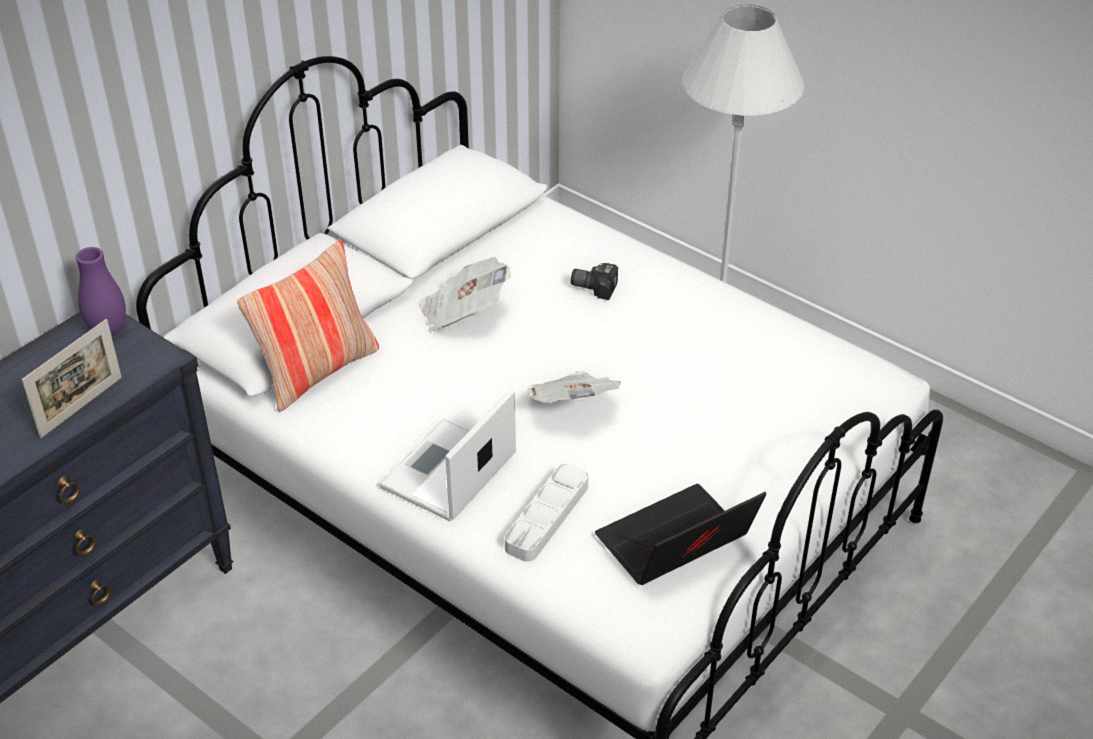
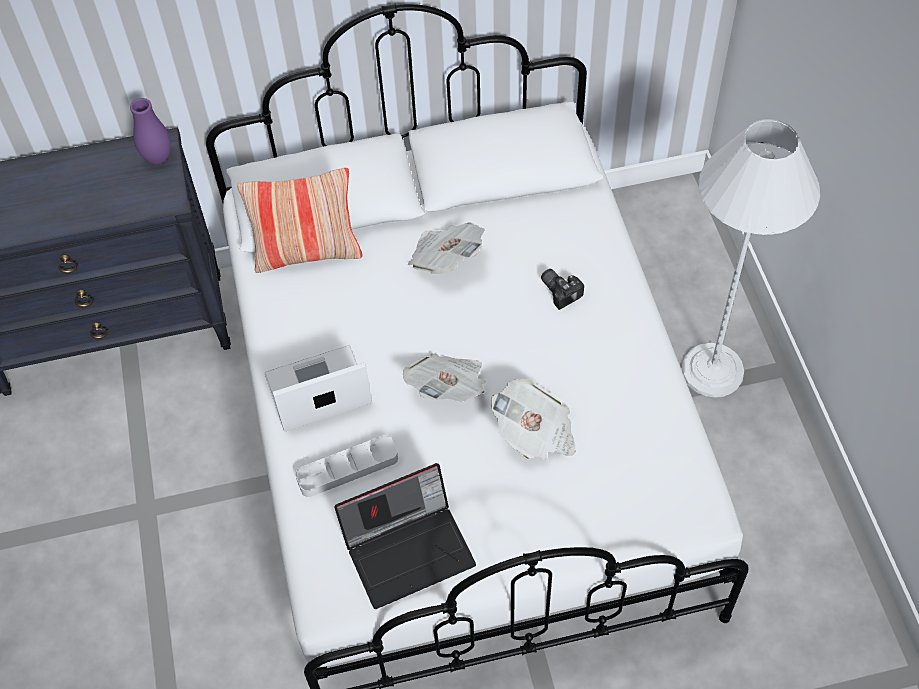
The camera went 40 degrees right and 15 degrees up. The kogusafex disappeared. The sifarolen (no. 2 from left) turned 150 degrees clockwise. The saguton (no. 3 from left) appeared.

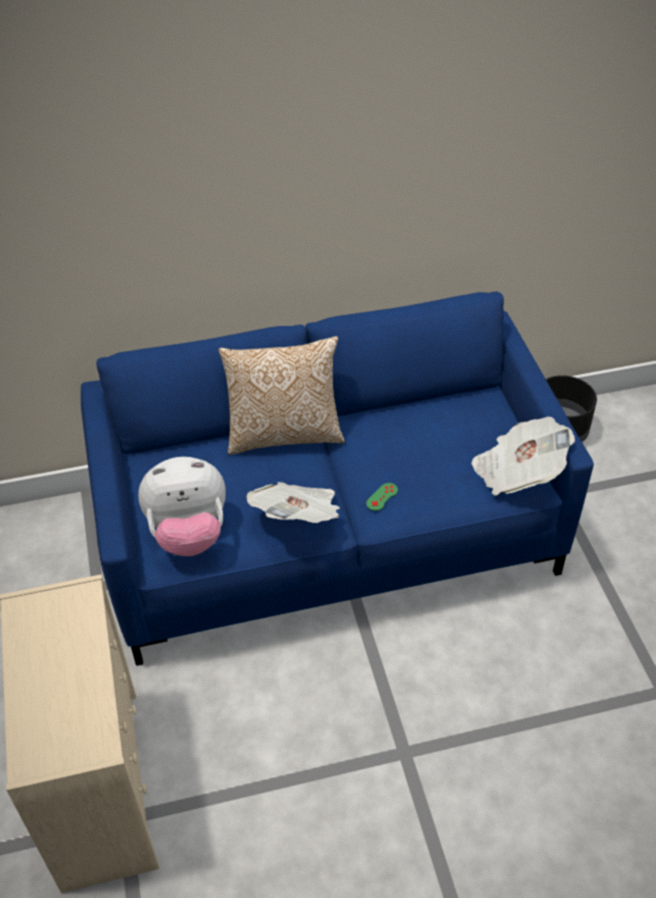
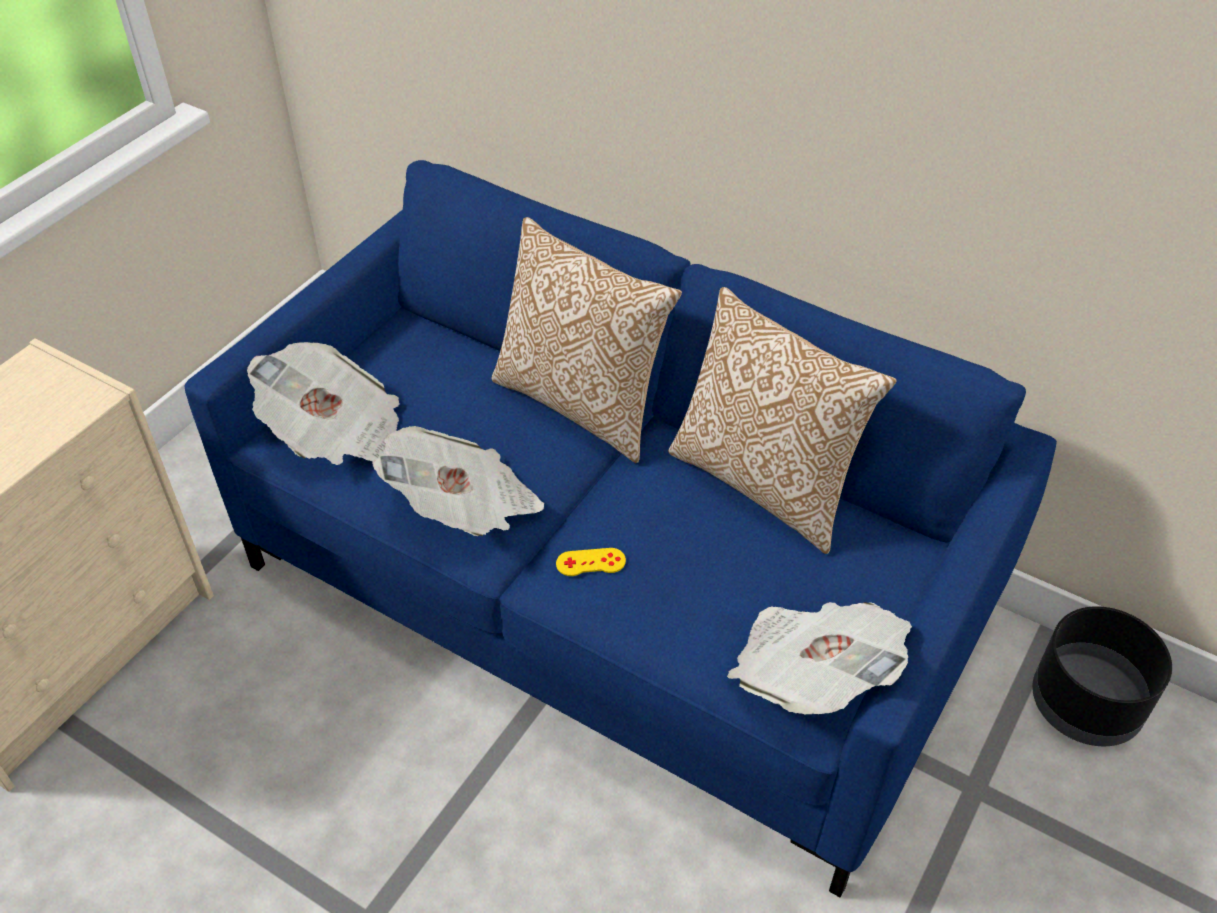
The camera went 45 degrees right and 0 degrees up. The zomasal was replaced by the saguton (no. 1 from left). The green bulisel became the yellow bulisel. The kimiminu (no. 2 from left) appeared.

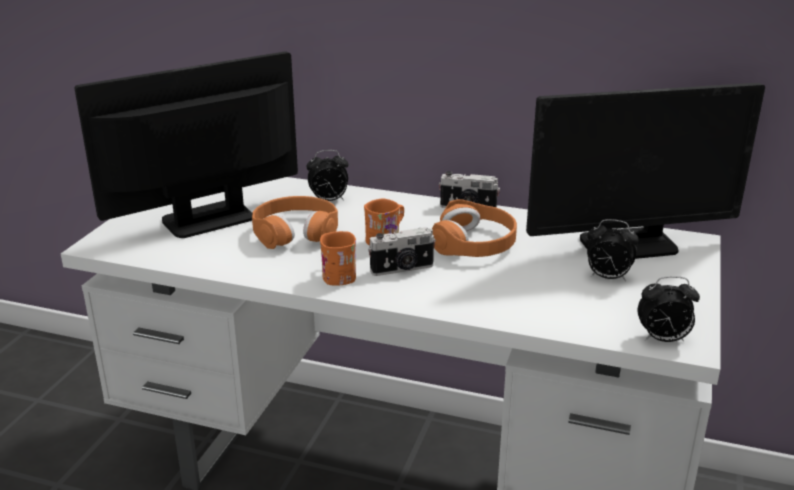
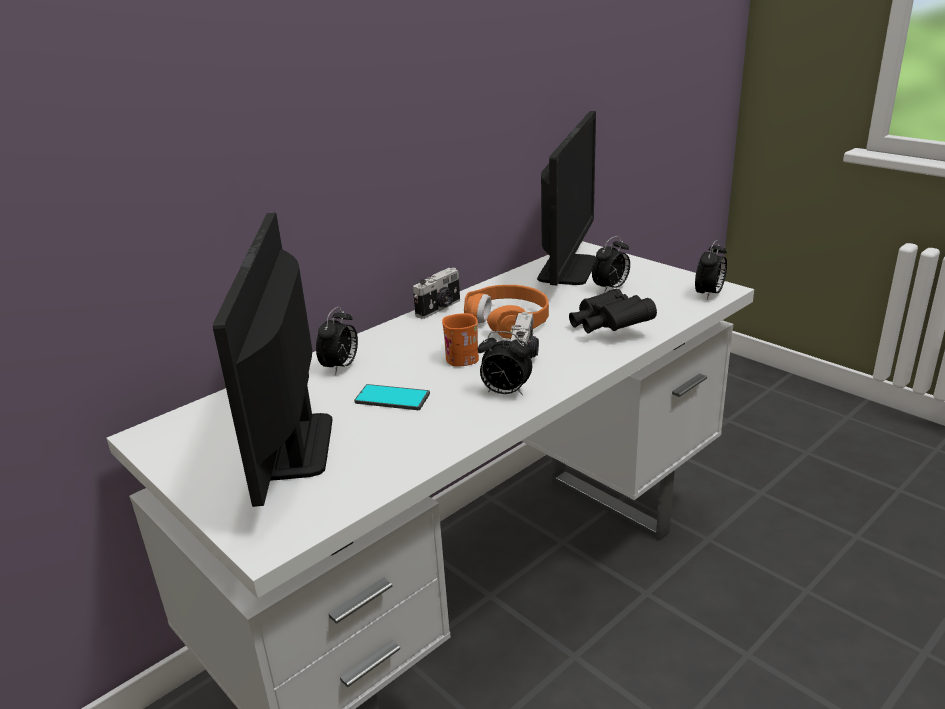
The camera went 60 degrees left and 0 degrees up. The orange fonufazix (no. 1 from left) was replaced by the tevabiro. The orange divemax (no. 1 from left) was replaced by the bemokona (no. 2 from left). The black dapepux appeared.

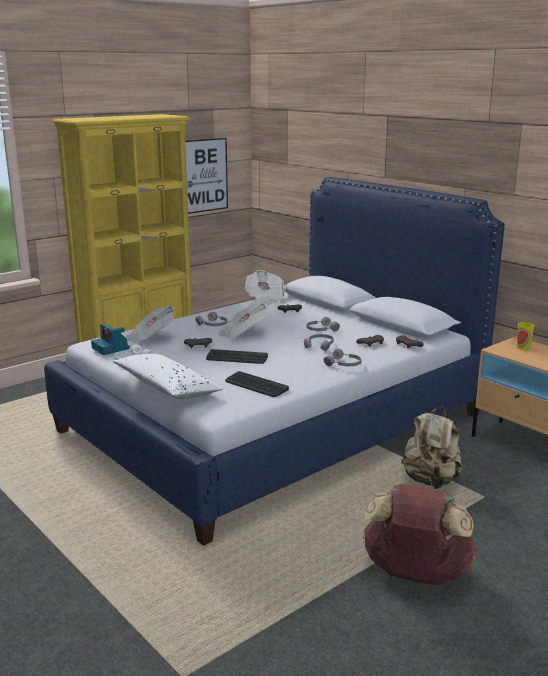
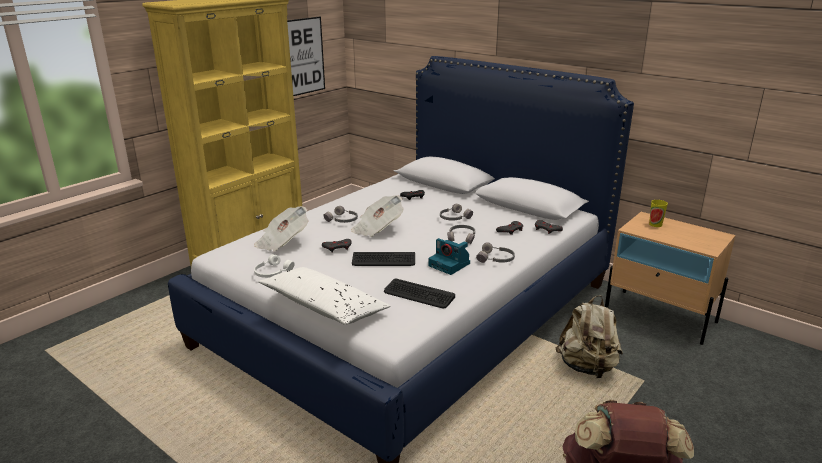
The camera went 10 degrees left and 5 degrees up. The saguton (no. 3 from left) disappeared. The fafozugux moved.

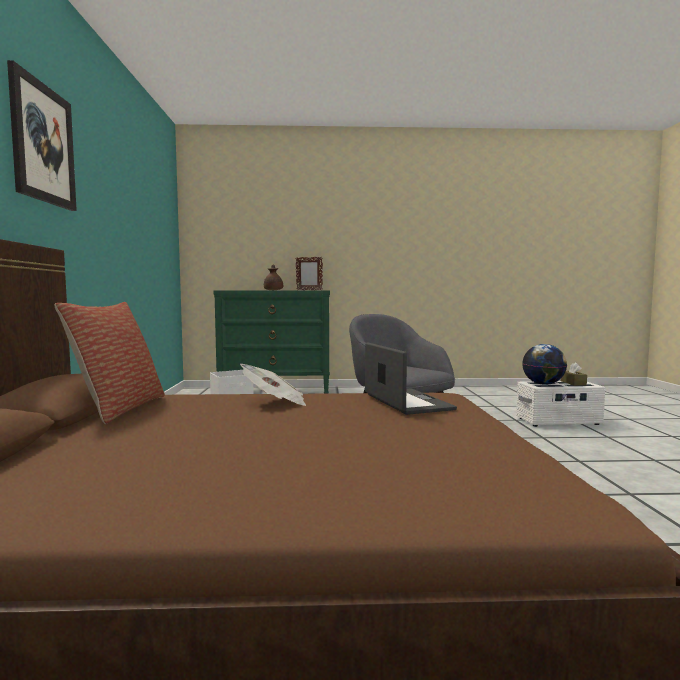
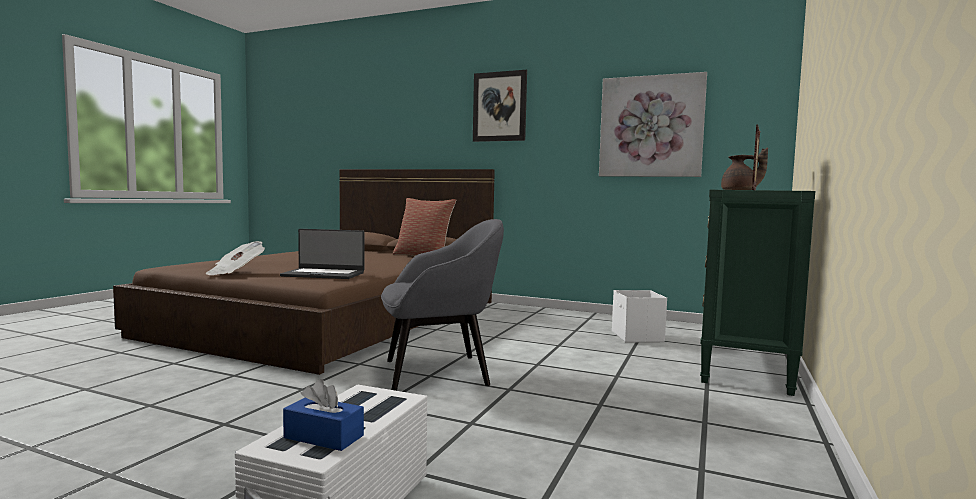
The camera went 115 degrees right and 0 degrees up. The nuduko disappeared. The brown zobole became the blue zobole. The saguton moved. The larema (no. 2 from left) appeared.

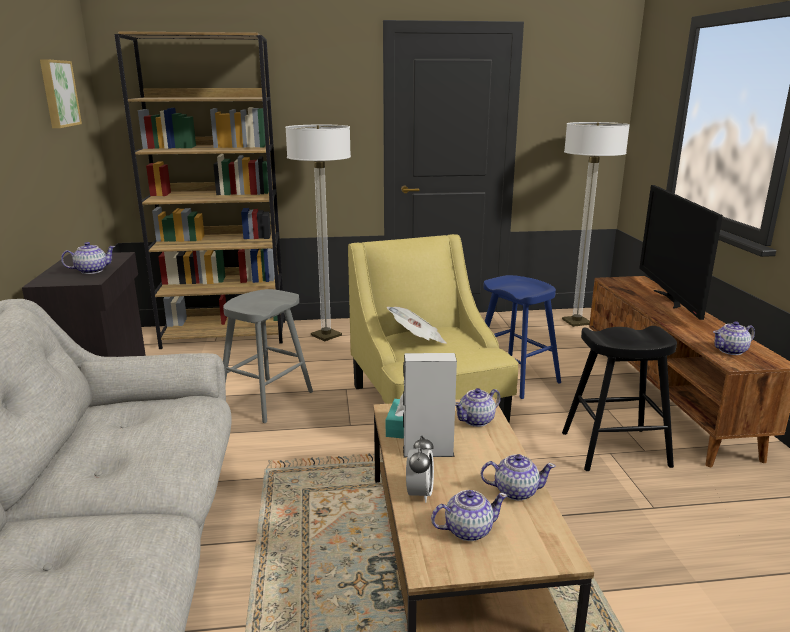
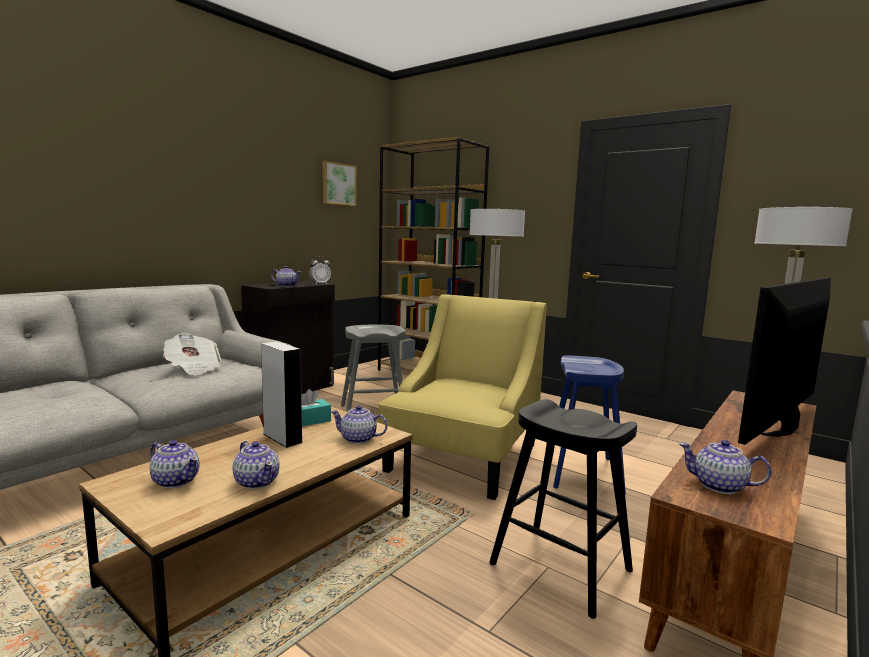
The camera went 45 degrees right and 10 degrees down. The saguton moved. The bemokona moved.

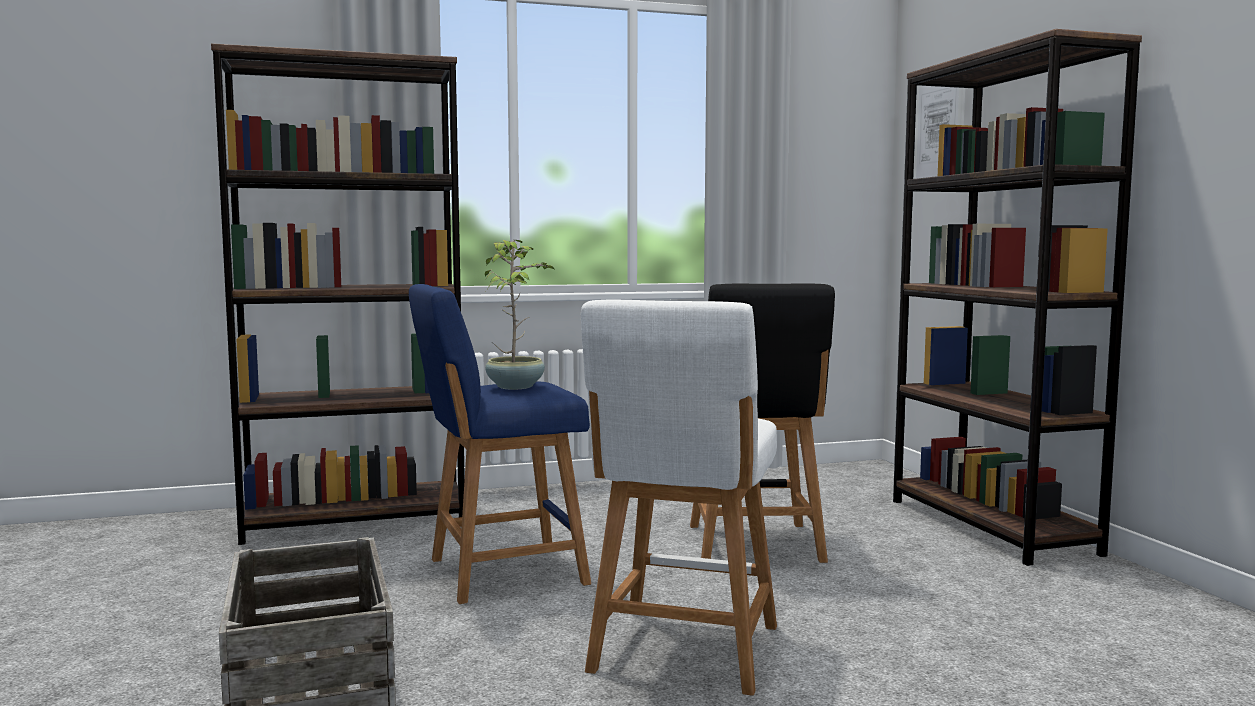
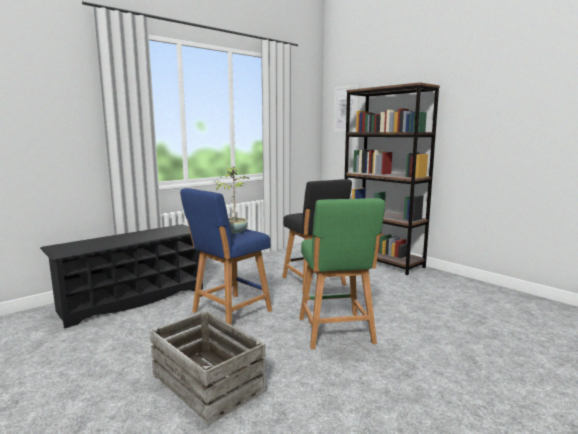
The camera went 25 degrees left and 5 degrees up. The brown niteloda (no. 1 from left) was replaced by the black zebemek. The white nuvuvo became the green nuvuvo.

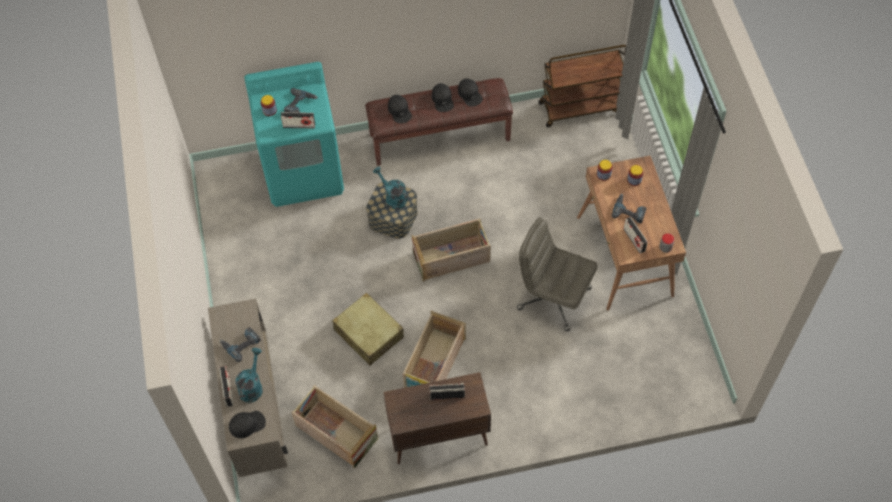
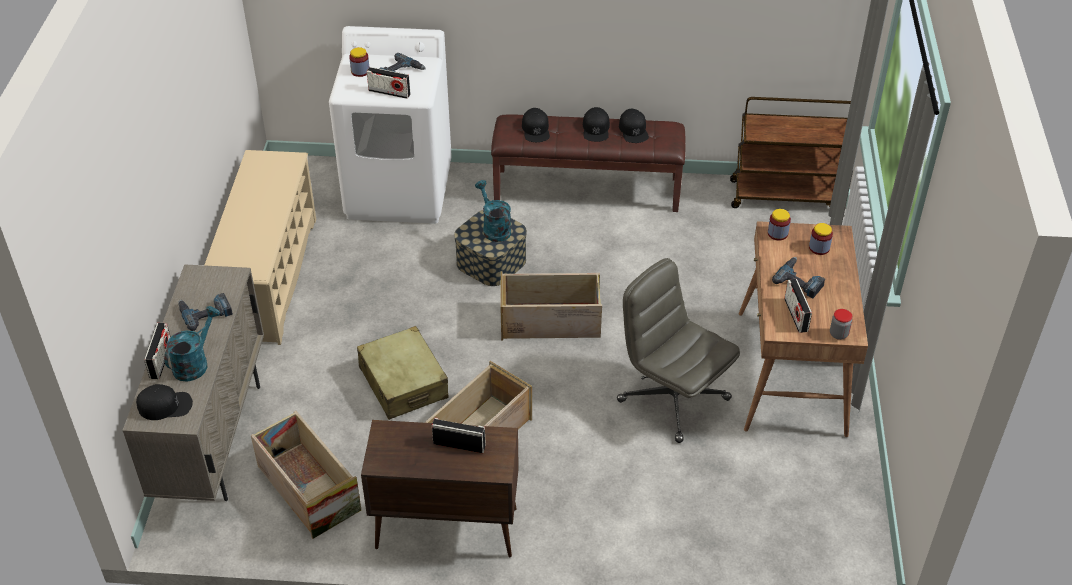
The camera went 15 degrees right and 15 degrees down. The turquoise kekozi became the white kekozi. The beige zebemek appeared.

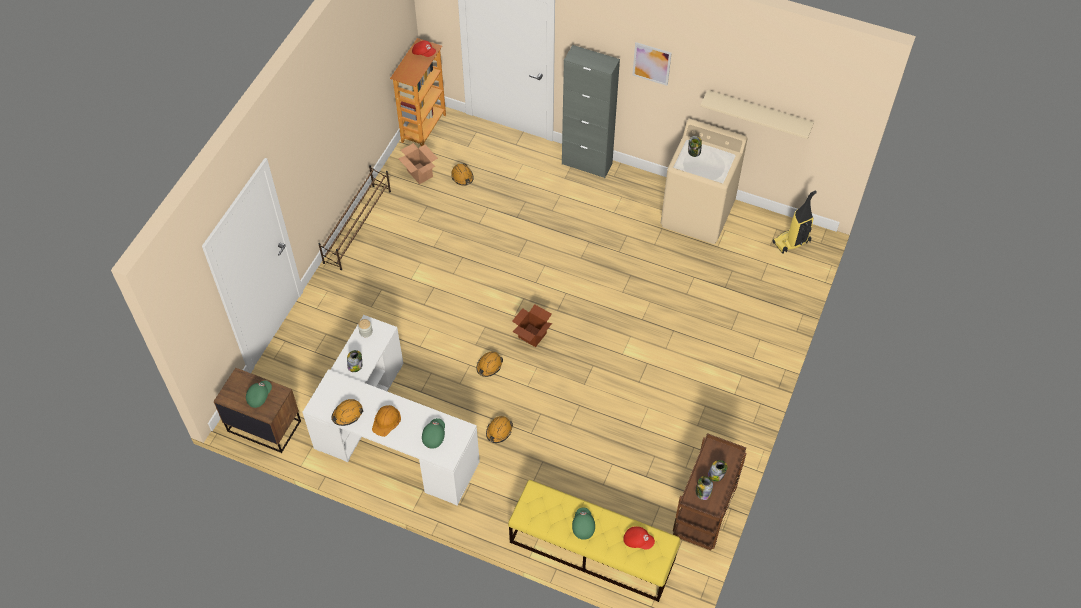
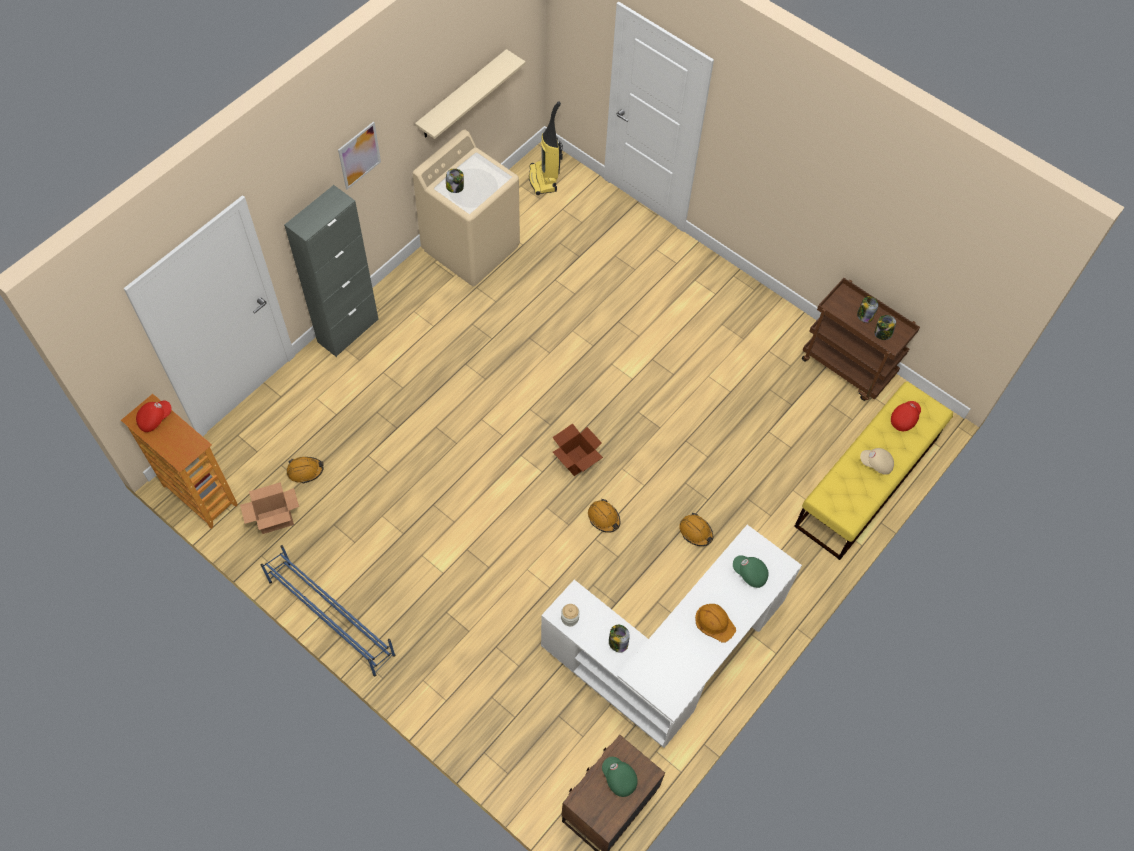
The camera went 75 degrees left and 5 degrees up. The brown zebemek became the blue zebemek. The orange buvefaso (no. 1 from left) disappeared. The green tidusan (no. 3 from left) became the beige tidusan.

